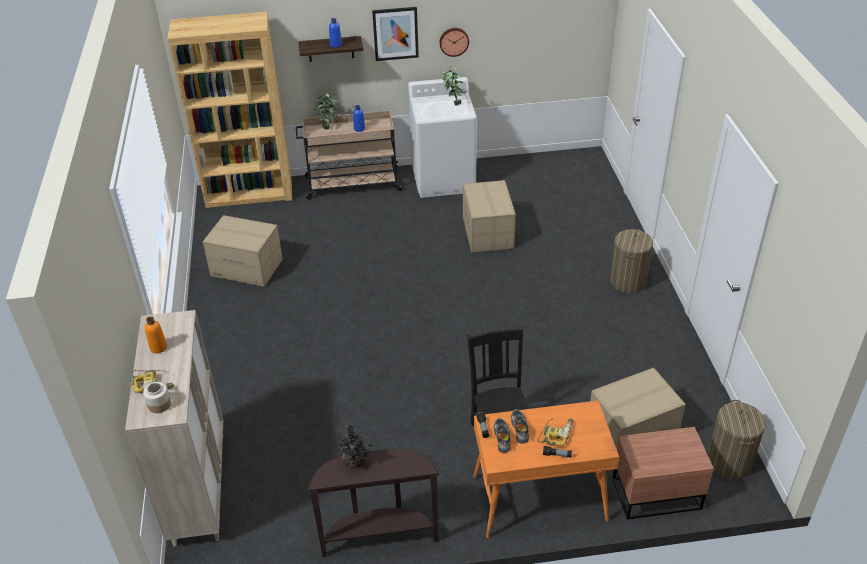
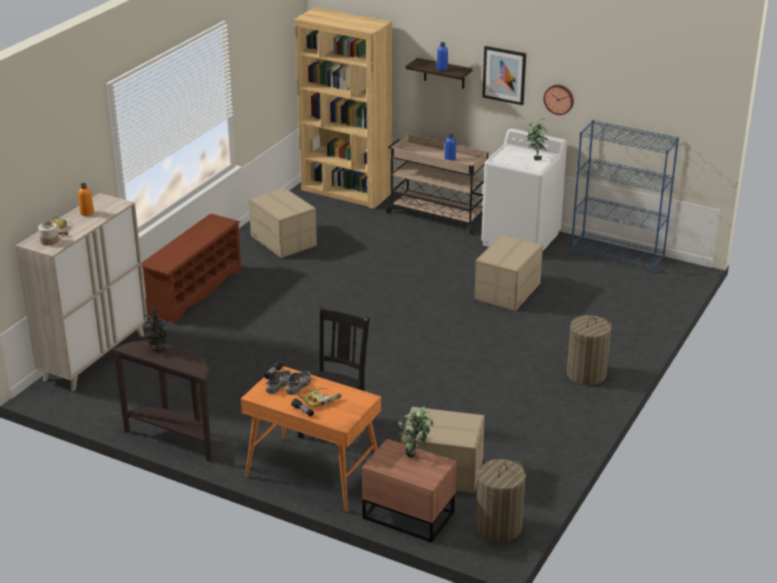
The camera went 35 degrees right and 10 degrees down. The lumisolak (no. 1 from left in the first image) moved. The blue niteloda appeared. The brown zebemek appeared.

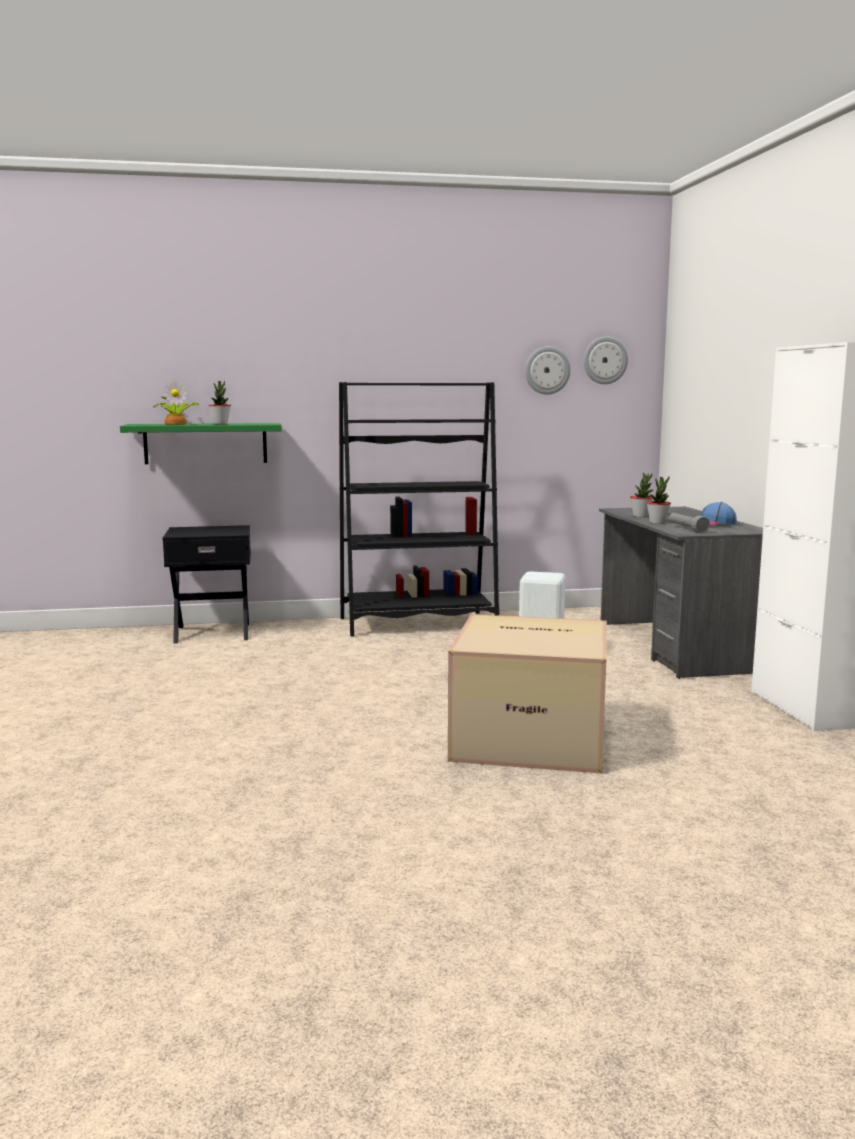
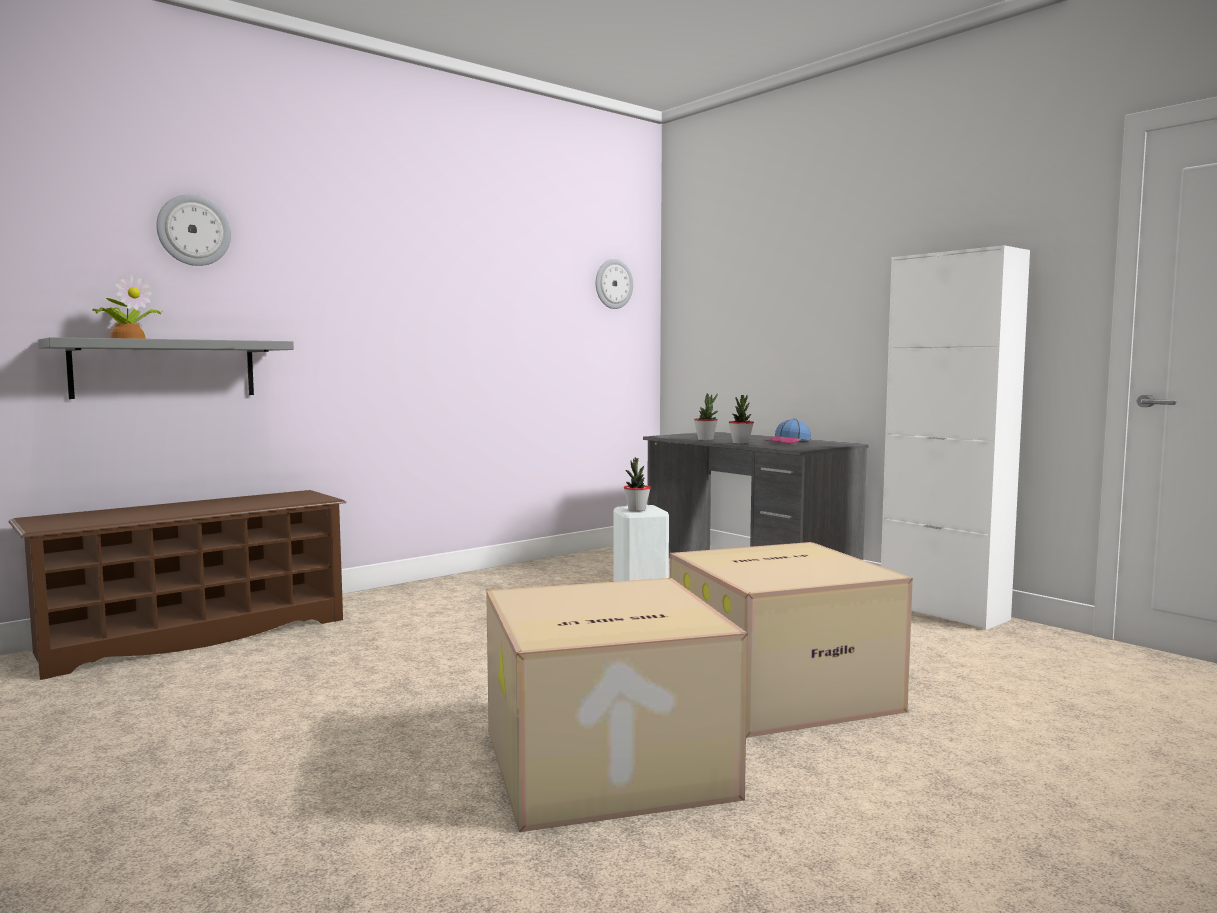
The camera went 30 degrees left and 5 degrees down. The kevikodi (no. 1 from left) moved. The lumisolak (no. 2 from left) moved. The black niteloda disappeared. The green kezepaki became the grey kezepaki. The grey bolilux disappeared. The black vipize was replaced by the brown zebemek. The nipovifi (no. 1 from left) appeared.

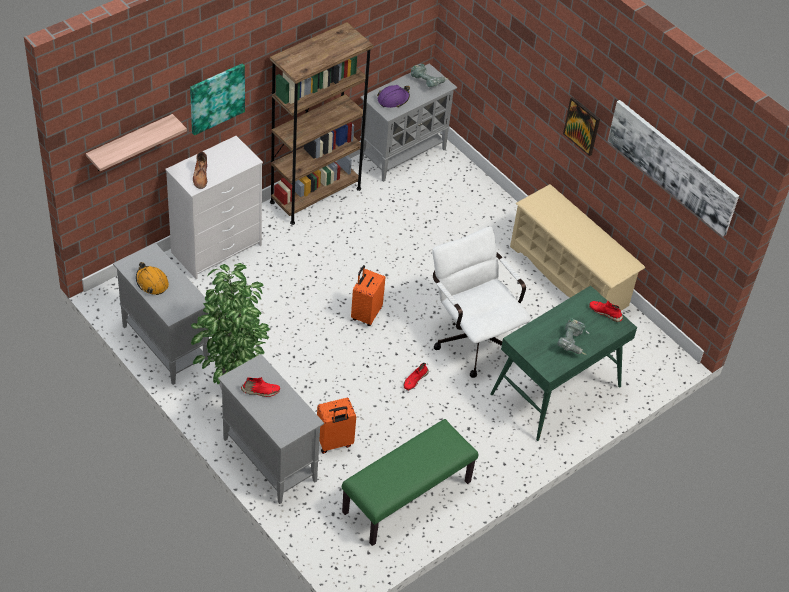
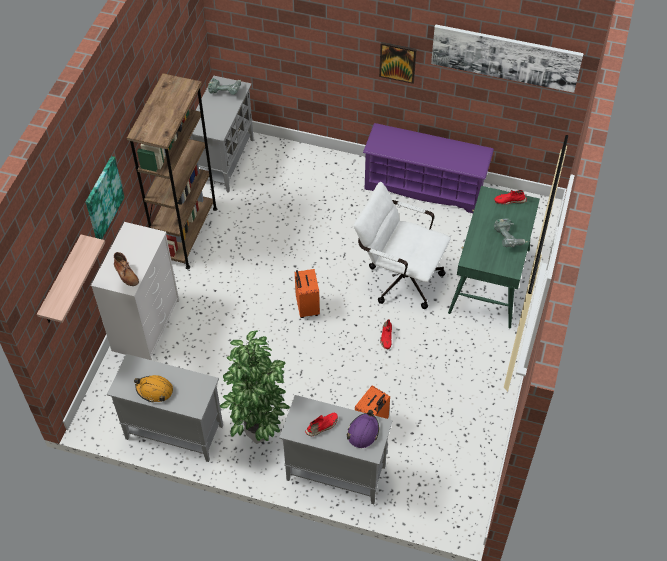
The camera went 30 degrees left and 5 degrees up. The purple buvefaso moved. The beige zebemek became the purple zebemek. The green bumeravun disappeared.

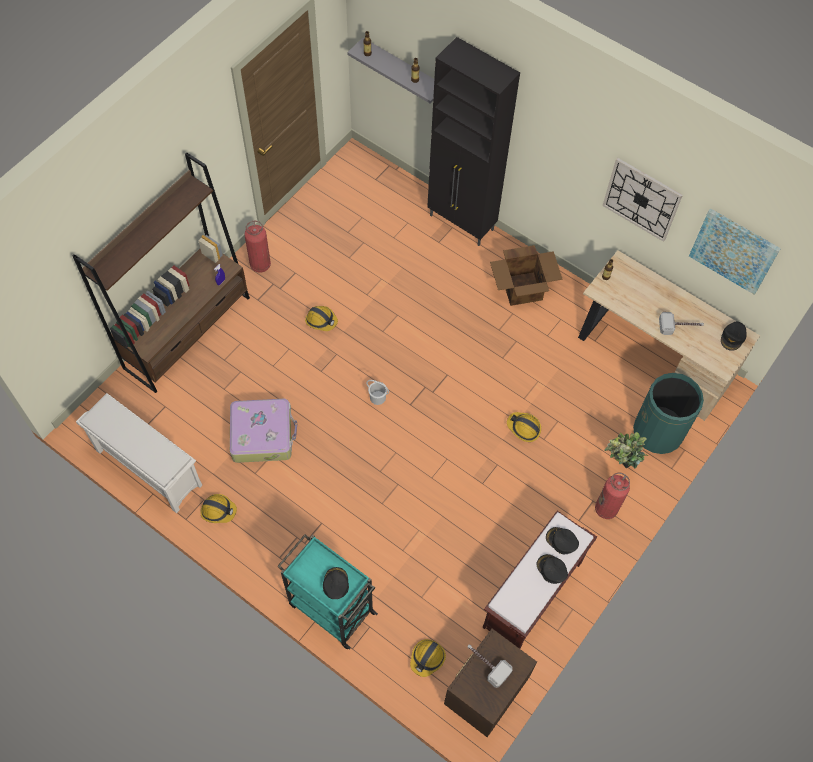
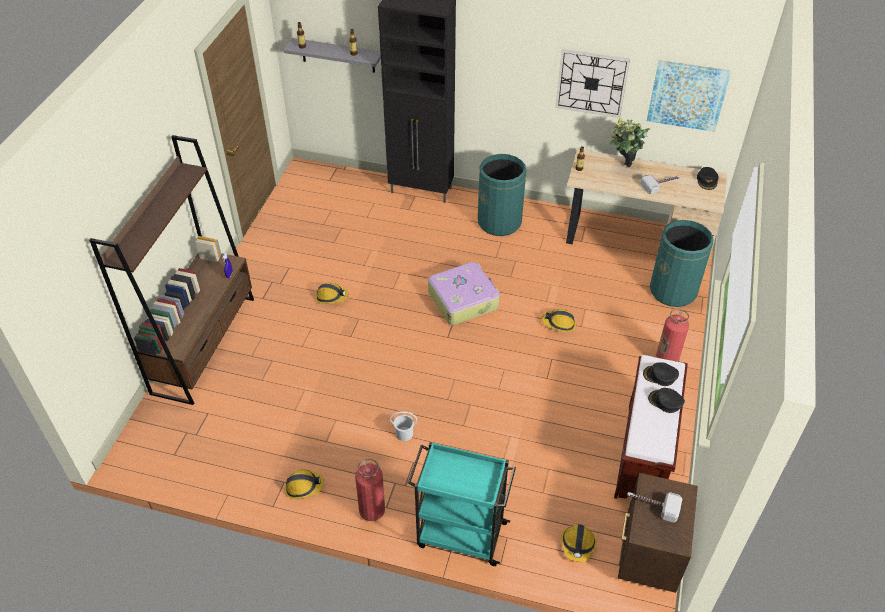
The camera went 20 degrees left and 15 degrees down. The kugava (no. 1 from left) moved. The nipovifi was replaced by the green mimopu (no. 1 from left). The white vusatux moved. The white zebemek disappeared. The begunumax moved. The lumisolak moved. The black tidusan (no. 1 from left) disappeared.

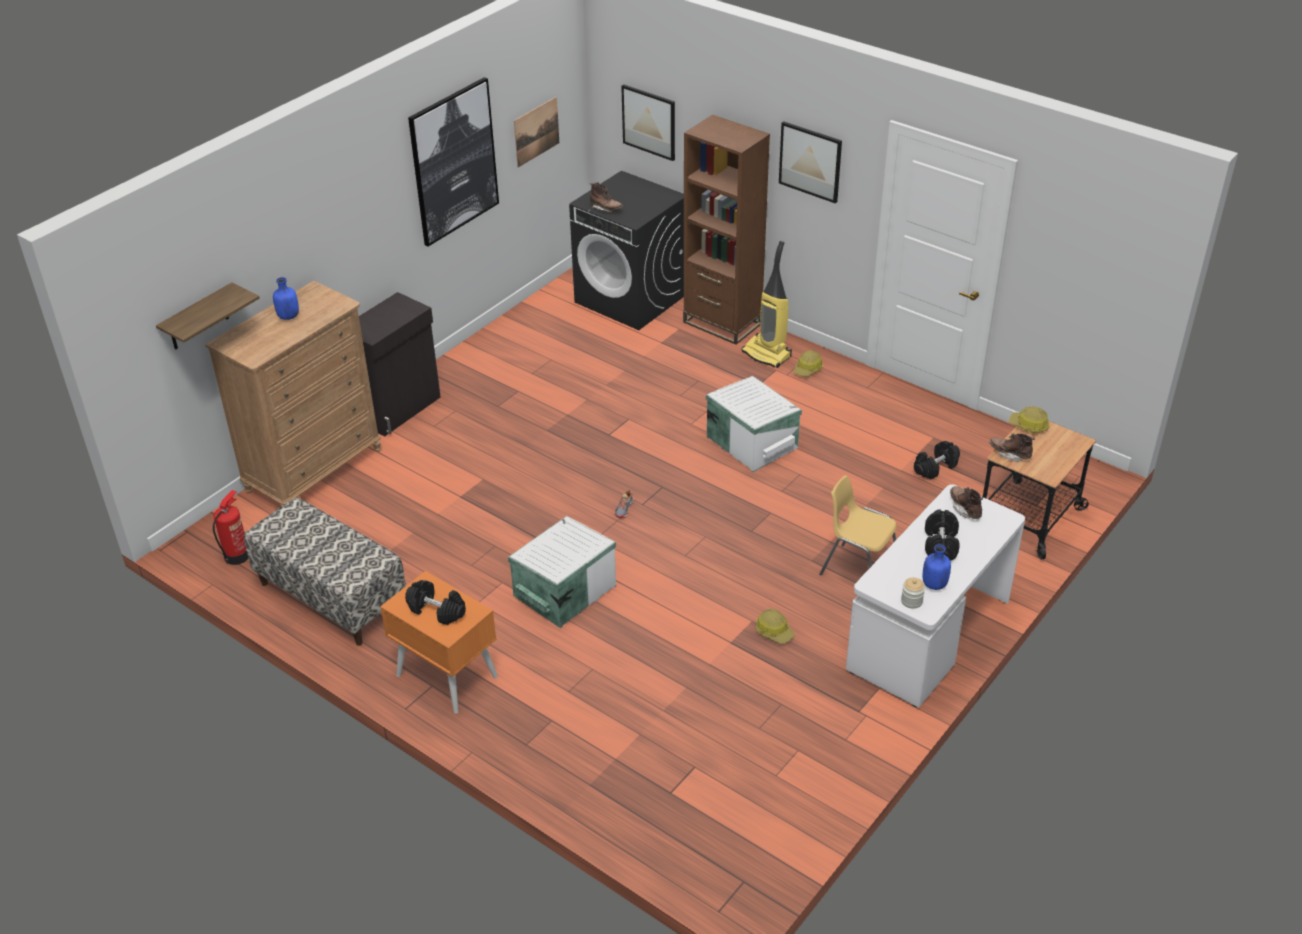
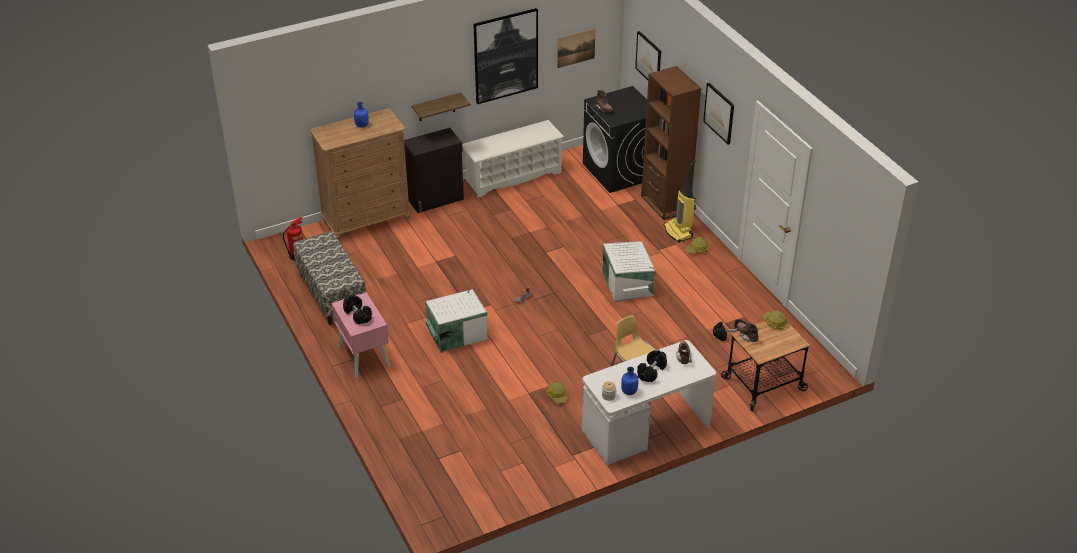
The camera went 25 degrees right and 0 degrees up. The kezepaki moved. The orange vipize became the pink vipize. The white zebemek appeared.

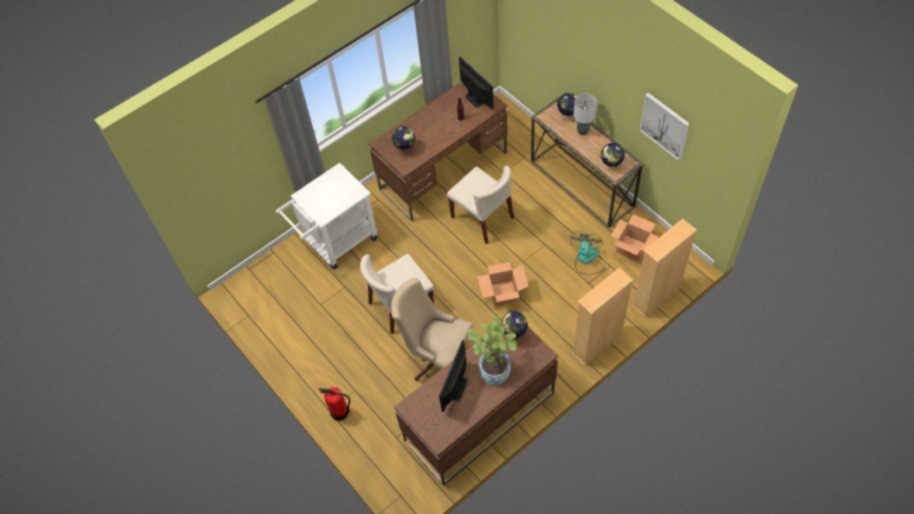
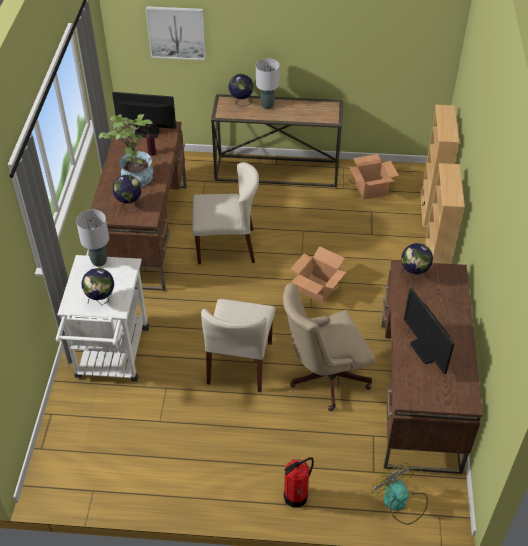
The camera went 50 degrees left and 10 degrees down. The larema moved. The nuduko (no. 4 from left in the first image) moved. The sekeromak moved. The lumisolak moved. The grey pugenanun (no. 1 from left) appeared.

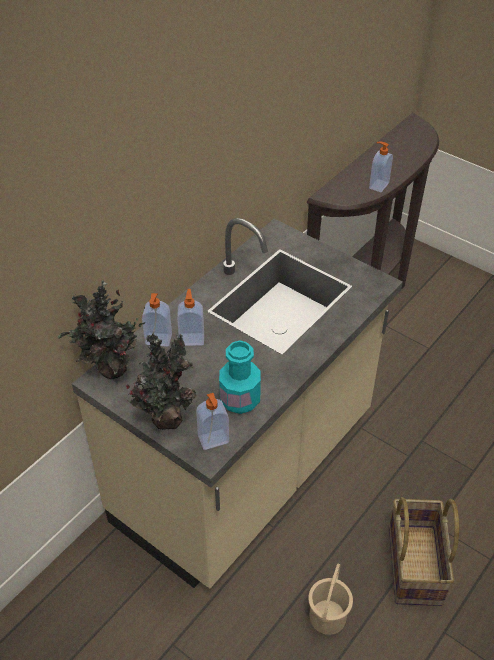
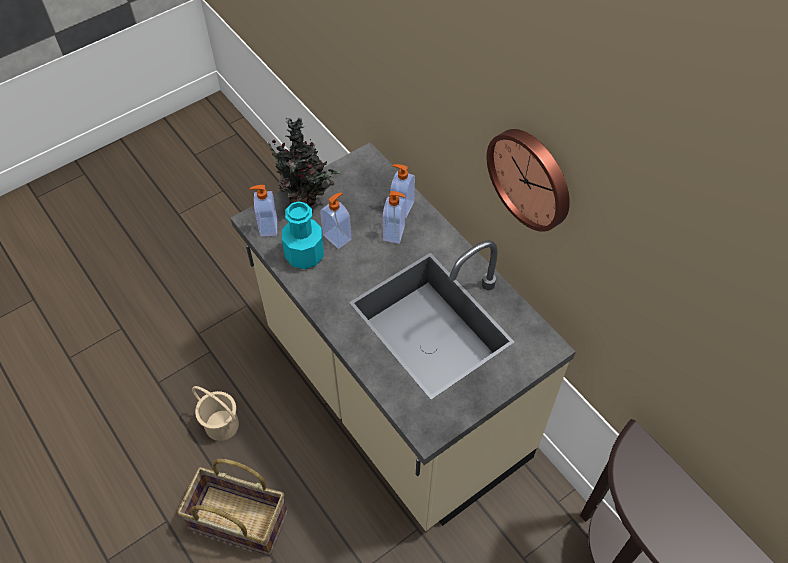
The camera went 105 degrees right and 10 degrees up. The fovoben (no. 4 from left in the first image) moved. The lumisolak (no. 1 from left) disappeared. The kevikodi appeared.

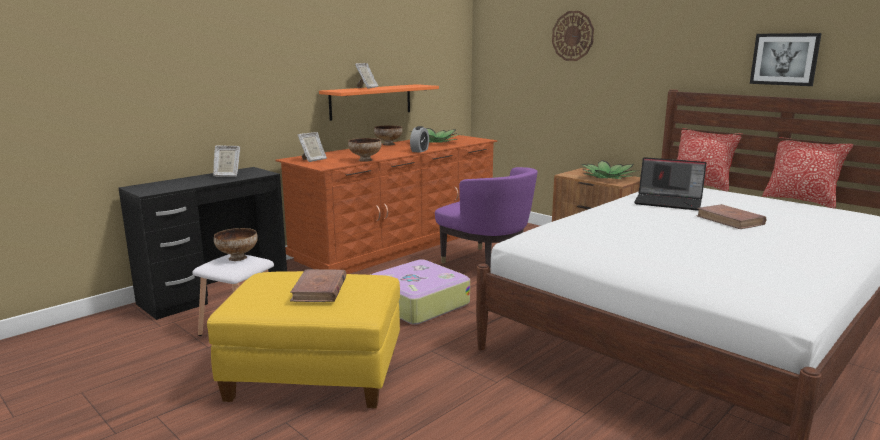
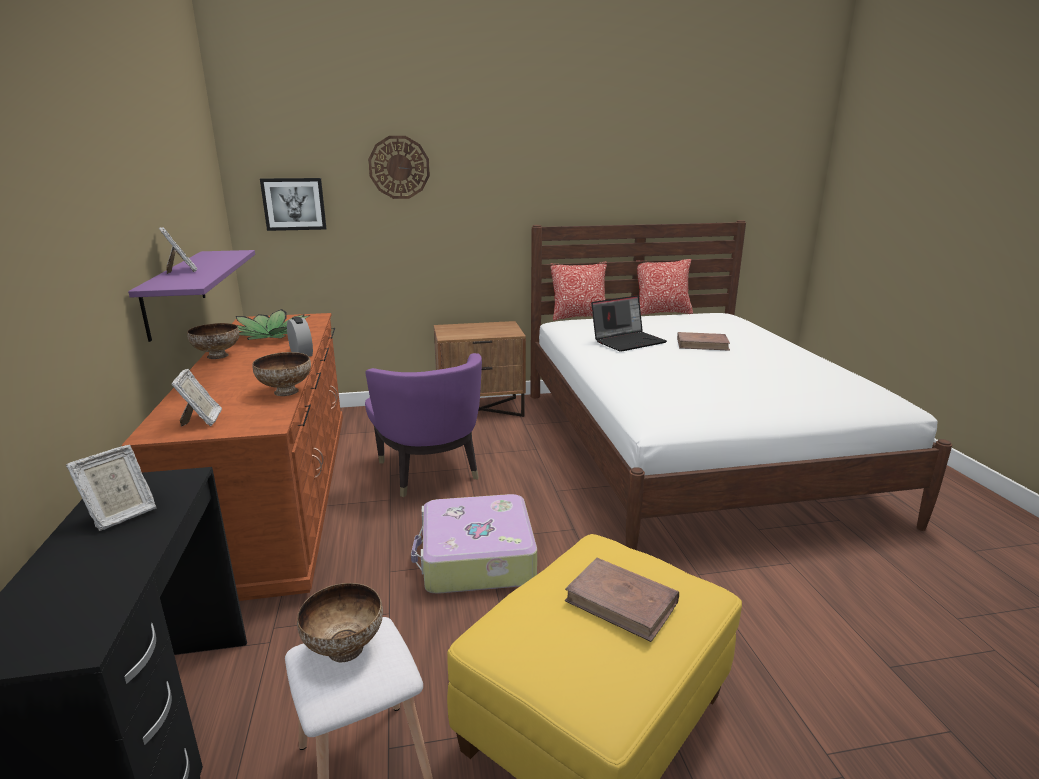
The camera went 55 degrees left and 5 degrees up. The larema moved. The orange kezepaki became the purple kezepaki. The lumisolak (no. 2 from left) disappeared. The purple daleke turned 75 degrees clockwise.

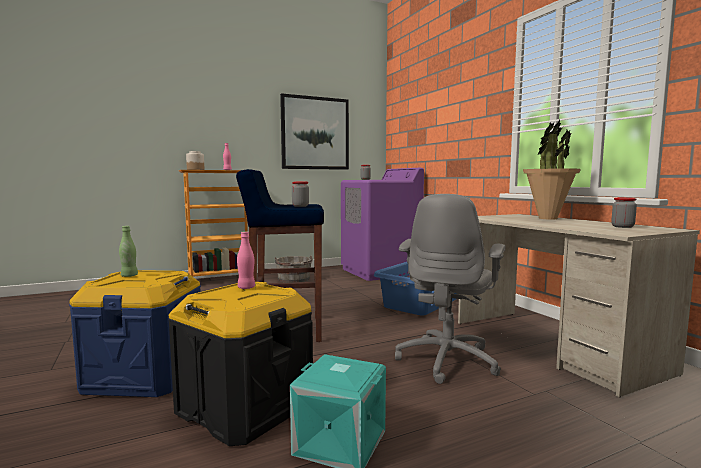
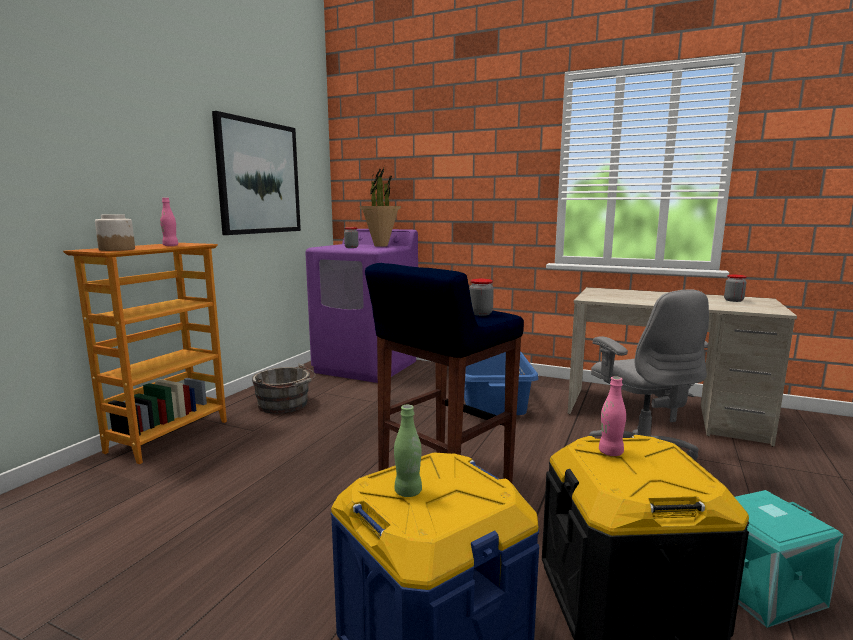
The camera went 40 degrees left and 5 degrees up. The lumisolak moved.

